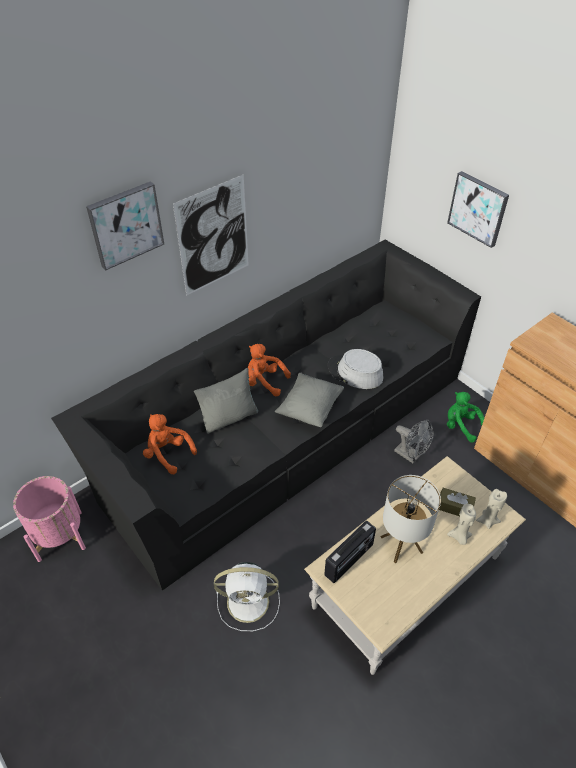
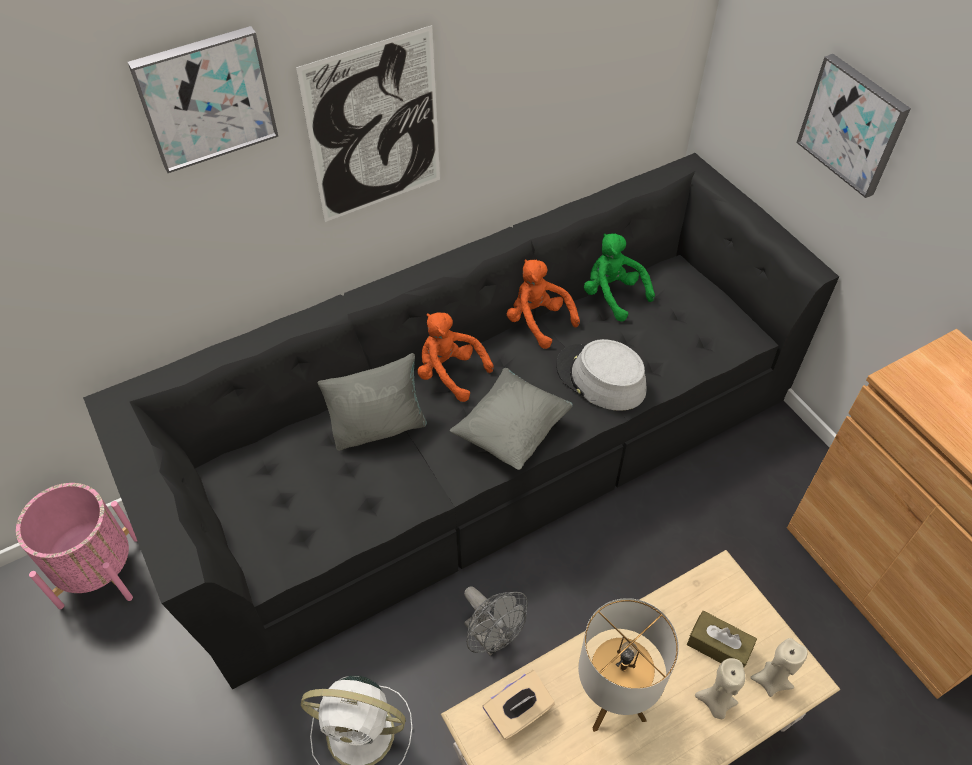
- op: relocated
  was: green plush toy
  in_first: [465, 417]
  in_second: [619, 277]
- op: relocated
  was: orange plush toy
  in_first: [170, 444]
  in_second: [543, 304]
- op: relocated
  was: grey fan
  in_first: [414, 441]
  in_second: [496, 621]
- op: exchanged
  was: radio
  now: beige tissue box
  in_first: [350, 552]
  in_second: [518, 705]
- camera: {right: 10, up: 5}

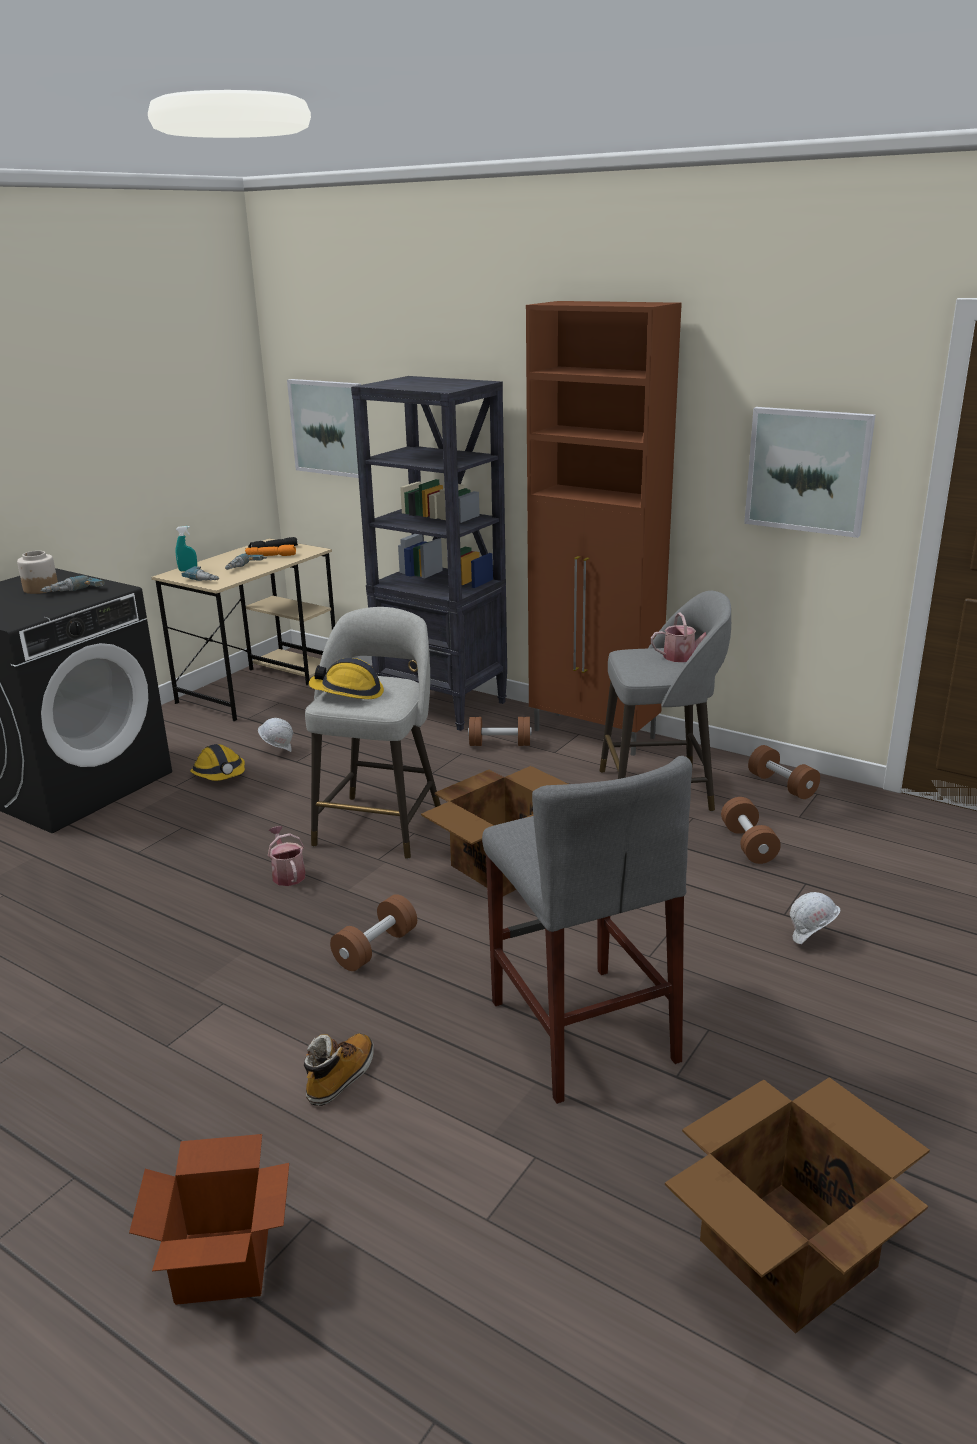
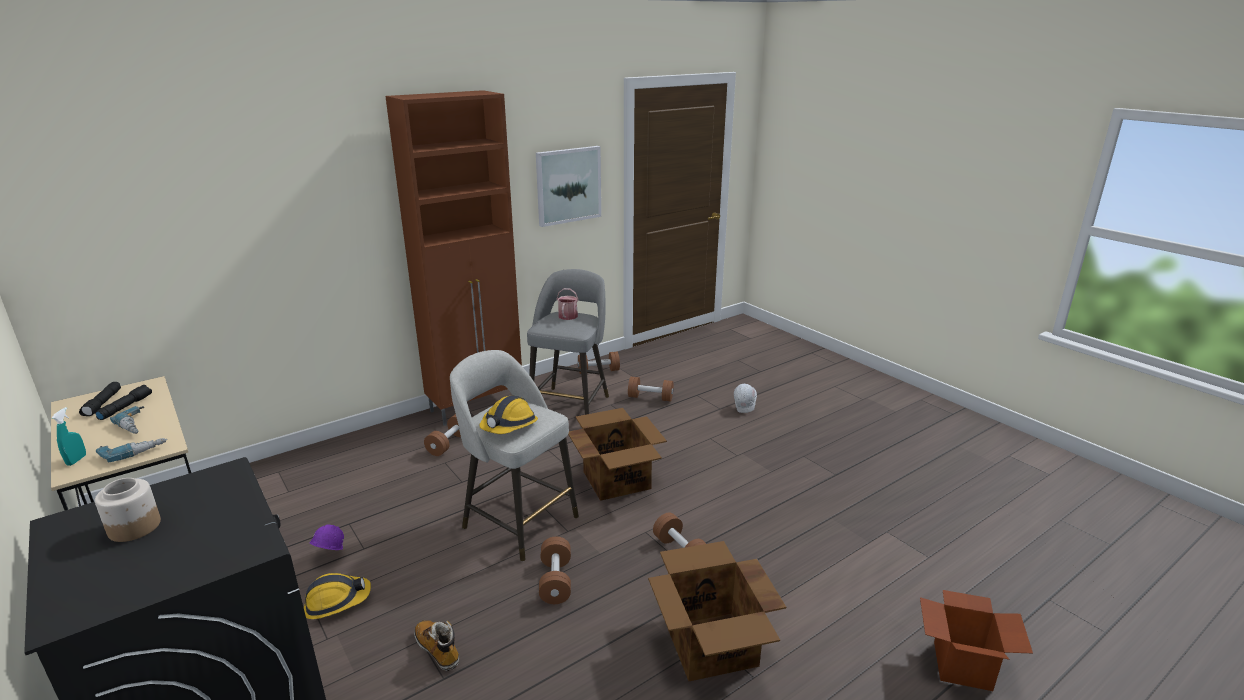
- op: missing
  was: black bookcase
  in_first: [429, 553]
- op: missing
  was: picture
  in_first: [324, 428]
- op: colour
  was: orange flashlight
  now: black flashlight
  in_first: [270, 550]
  in_second: [123, 402]
- op: missing
  was: power drill
  in_first: [72, 583]
- op: colour
  was: white hard hat
  now: purple hard hat
  in_first: [275, 735]
  in_second: [326, 537]
- op: missing
  was: grey stool
  in_first: [587, 930]
- op: exchanged
  was: watering can
  now: brown dumbbell
  in_first: [286, 856]
  in_second: [555, 570]
- op: relocated
  was: boot
  in_first: [339, 1069]
  in_second: [436, 645]
- op: relocated
  was: cardboard box
  in_first: [797, 1205]
  in_second: [717, 611]
- camera: {right: -70, up: 0}

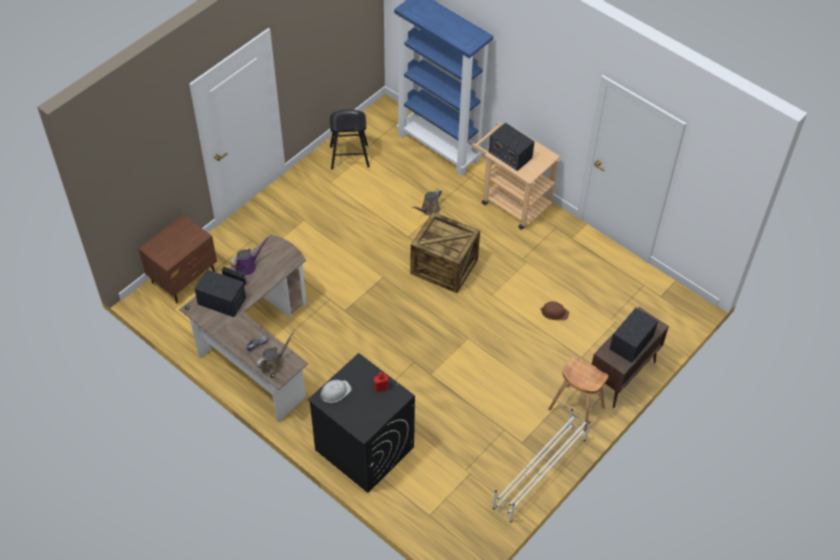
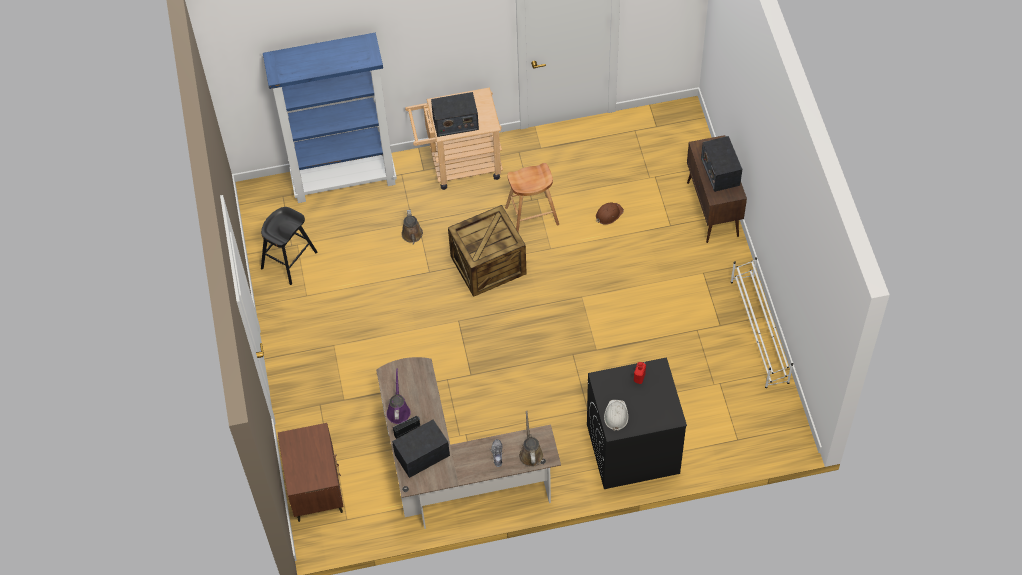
- op: relocated
  was: brown stool
  in_first: [578, 393]
  in_second: [532, 198]
- camera: {right: -50, up: 5}

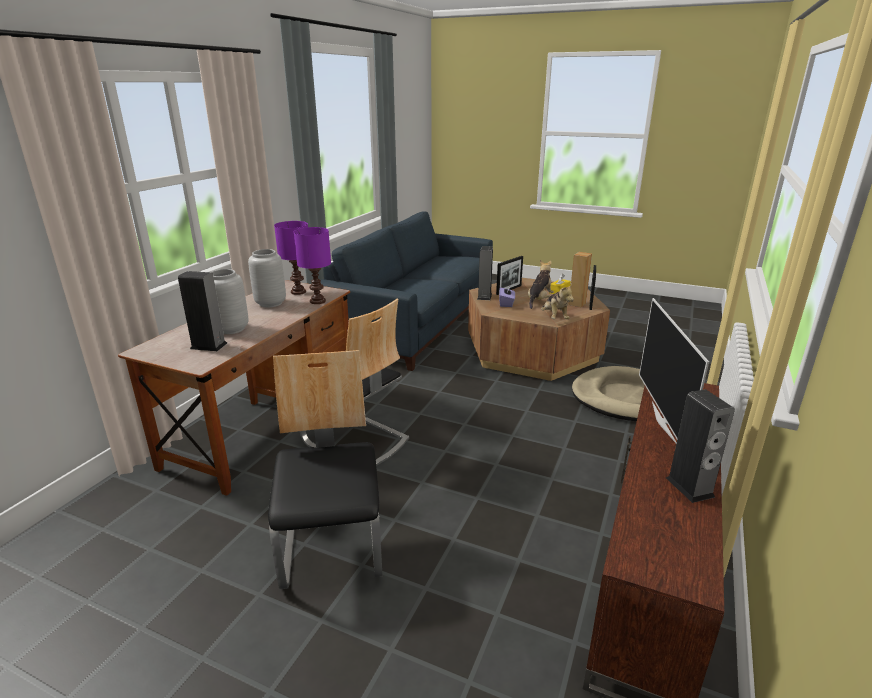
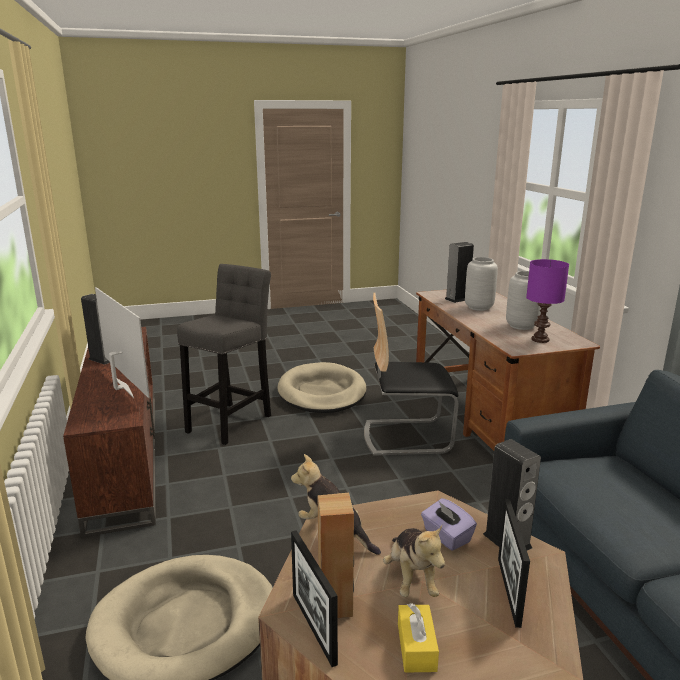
- op: missing
  was: purple table lamp
  in_first: [312, 265]
- op: exchanged
  was: chair
  now: beige dog bed
  in_first: [325, 469]
  in_second: [321, 387]
- op: appeared
  now: grey stool
  in_second: [224, 354]
- camera: {right: 140, up: -5}

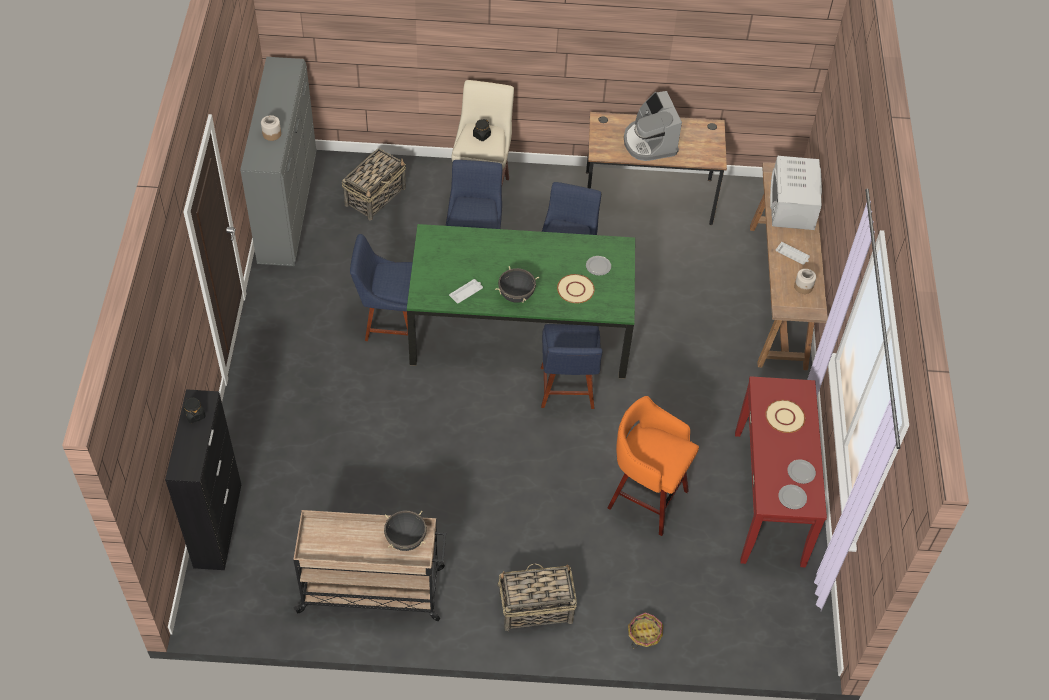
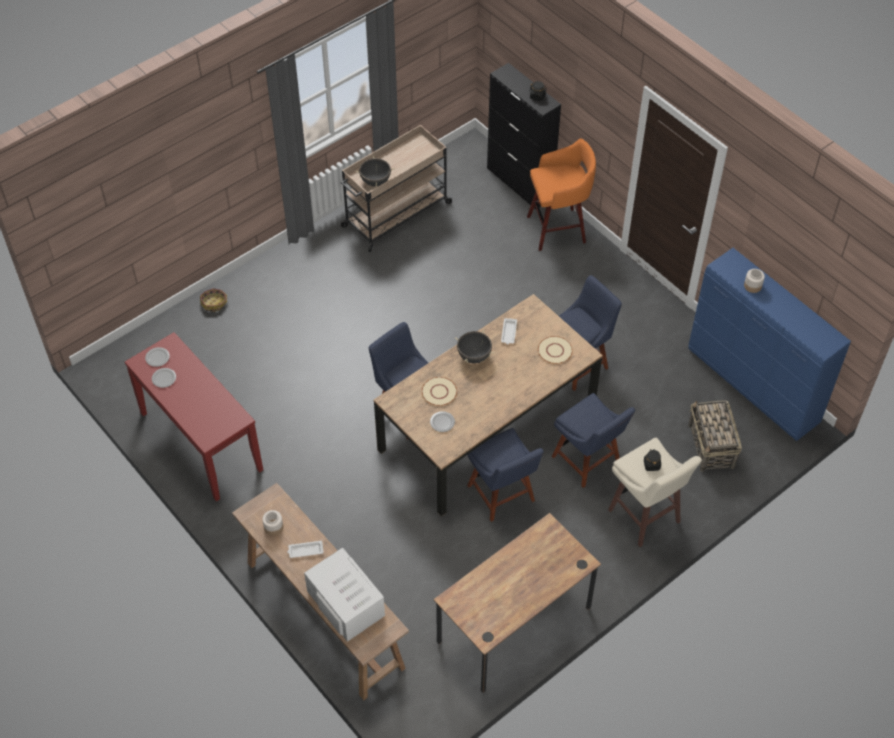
- op: colour
  was: grey dresser
  now: blue dresser
  in_first: [278, 161]
  in_second: [769, 344]
- op: missing
  was: coffee machine
  in_first: [653, 126]
- op: colour
  was: green dining table
  now: brown dining table
  in_first: [521, 301]
  in_second: [488, 405]
- op: relocated
  was: orange stool
  in_first: [653, 466]
  in_second: [561, 195]
- op: relocated
  was: beige plate
  in_first: [785, 416]
  in_second: [555, 350]
- op: missing
  was: basket
  in_first: [537, 597]
- camera: {right: 140, up: 0}

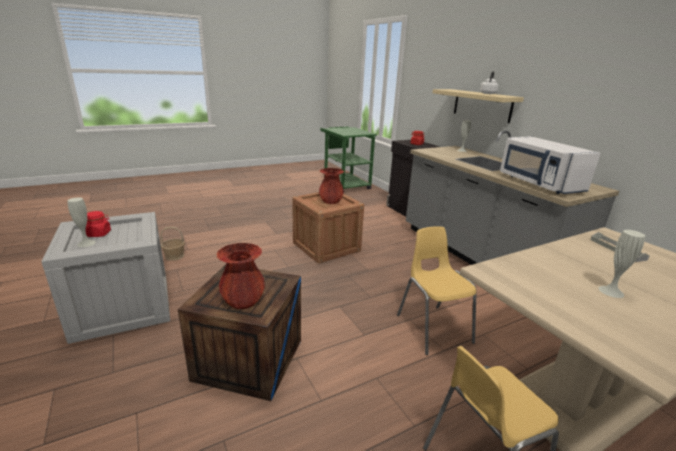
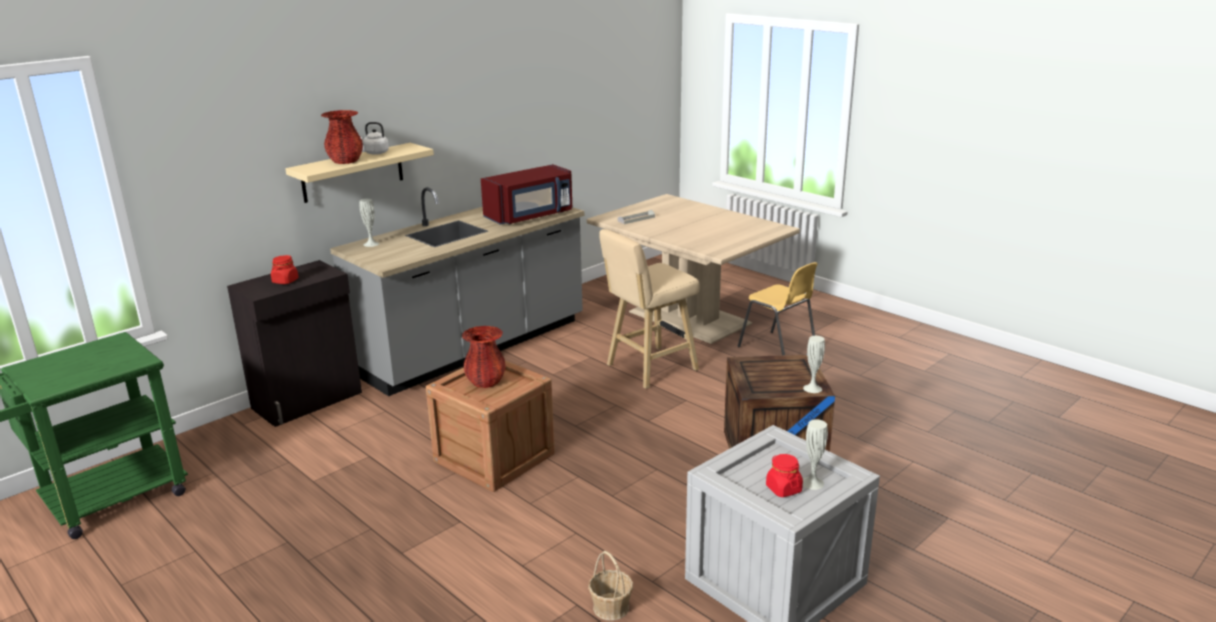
- op: colour
  was: white microwave
  now: red microwave
  in_first: [550, 165]
  in_second: [527, 194]
- op: exchanged
  was: yellow chair
  now: beige stool
  in_first: [437, 290]
  in_second: [649, 309]
- op: relocated
  was: white vase
  in_first: [622, 264]
  in_second: [814, 364]
- op: relocated
  was: red vase
  in_first: [241, 276]
  in_second: [342, 137]
- camera: {right: -105, up: 0}

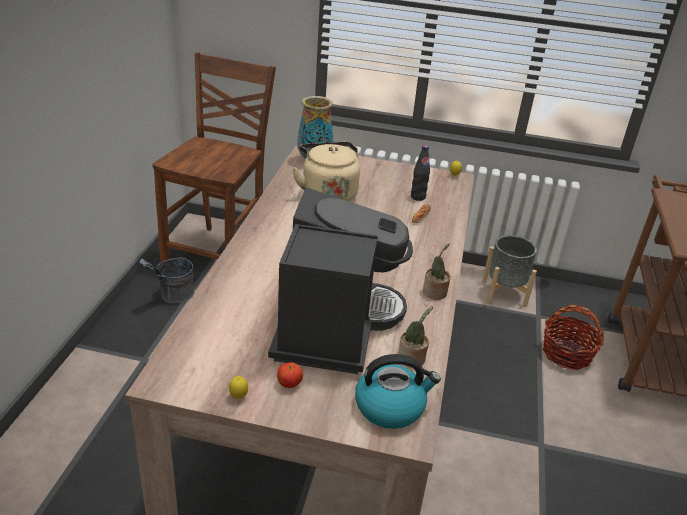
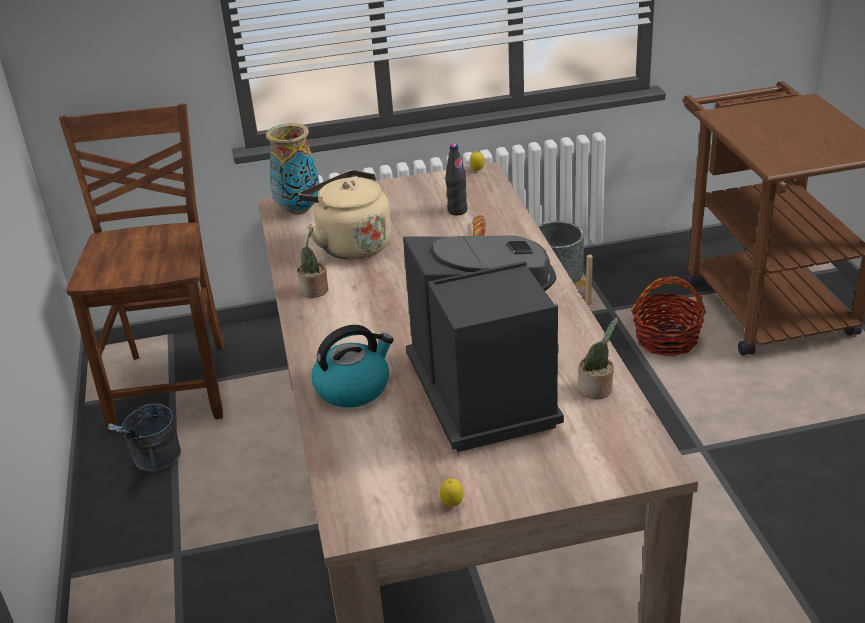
- op: relocated
  was: potted plant
  in_first: [437, 271]
  in_second: [312, 262]
- op: relocated
  was: kettle
  in_first: [398, 391]
  in_second: [353, 366]
- op: missing
  was: apple
  in_first: [290, 375]
- camera: {right: -20, up: 0}

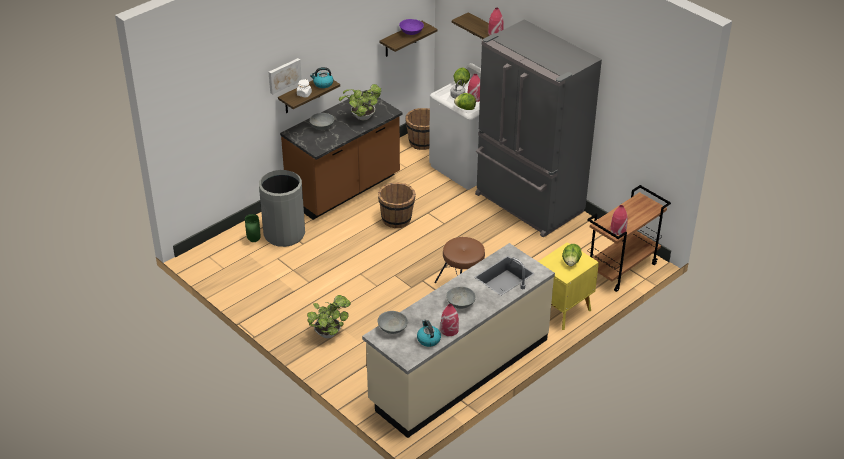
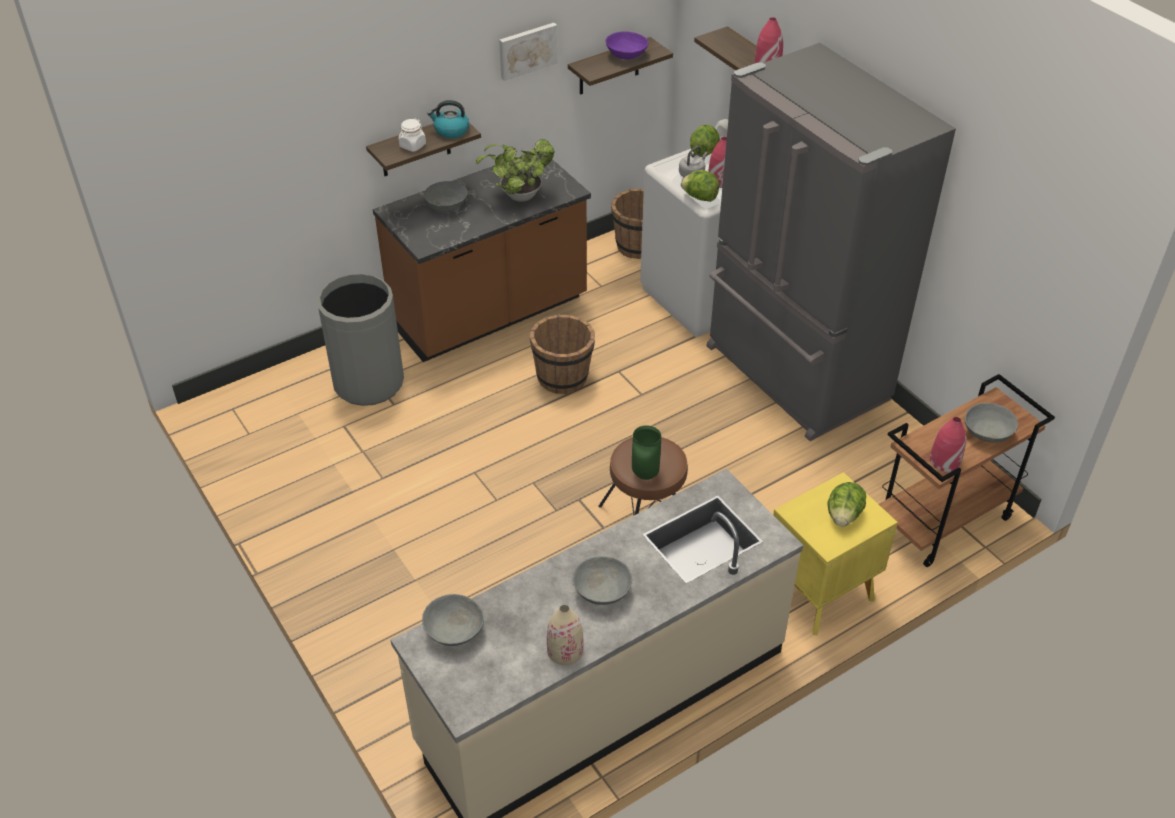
- op: relocated
  was: picture
  in_first: [285, 76]
  in_second: [528, 52]
- op: relocated
  was: green vase
  in_first: [253, 228]
  in_second: [646, 452]
- op: missing
  was: potted plant
  in_first: [329, 316]
- op: colour
  was: red vase
  now: beige vase
  in_first: [450, 320]
  in_second: [565, 635]
- op: missing
  was: kettle
  in_first: [429, 333]
- op: appeared
  now: grey bowl
  in_second: [991, 423]
- camera: {right: 10, up: 5}

